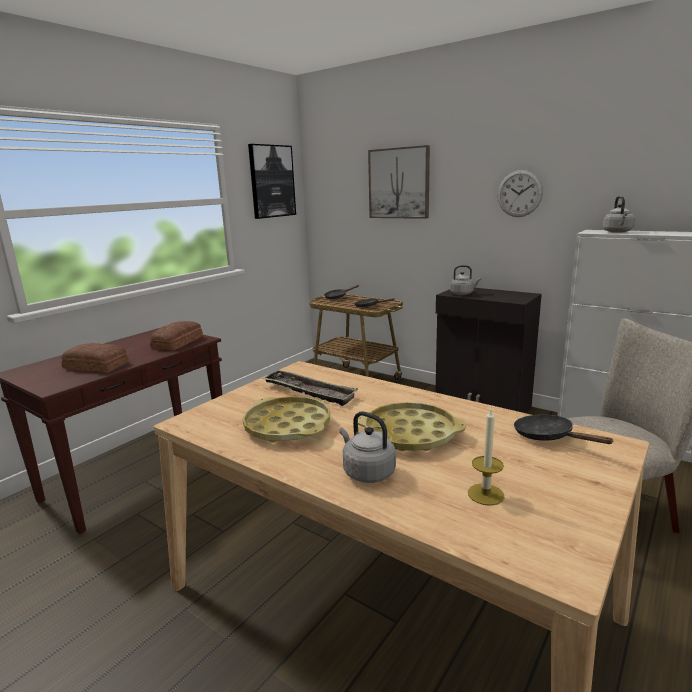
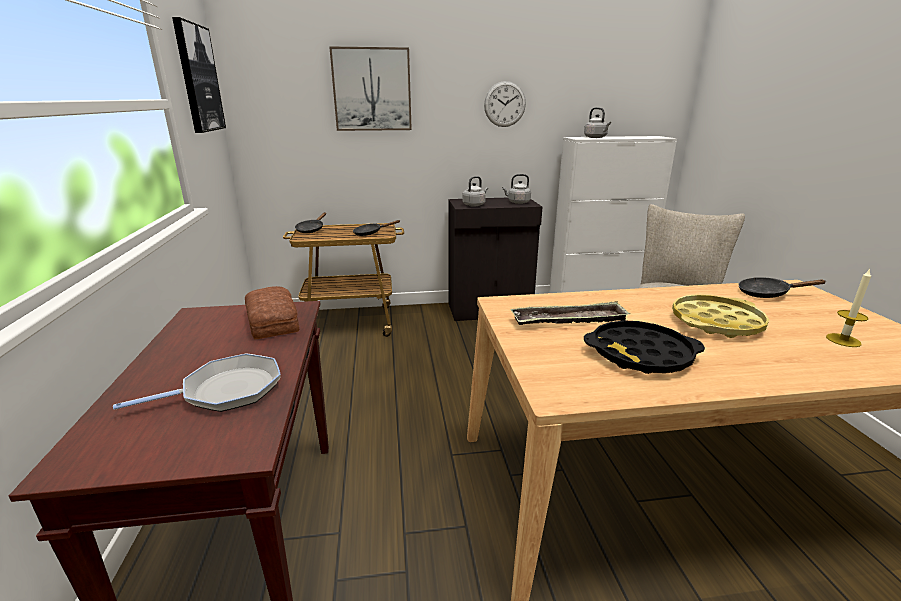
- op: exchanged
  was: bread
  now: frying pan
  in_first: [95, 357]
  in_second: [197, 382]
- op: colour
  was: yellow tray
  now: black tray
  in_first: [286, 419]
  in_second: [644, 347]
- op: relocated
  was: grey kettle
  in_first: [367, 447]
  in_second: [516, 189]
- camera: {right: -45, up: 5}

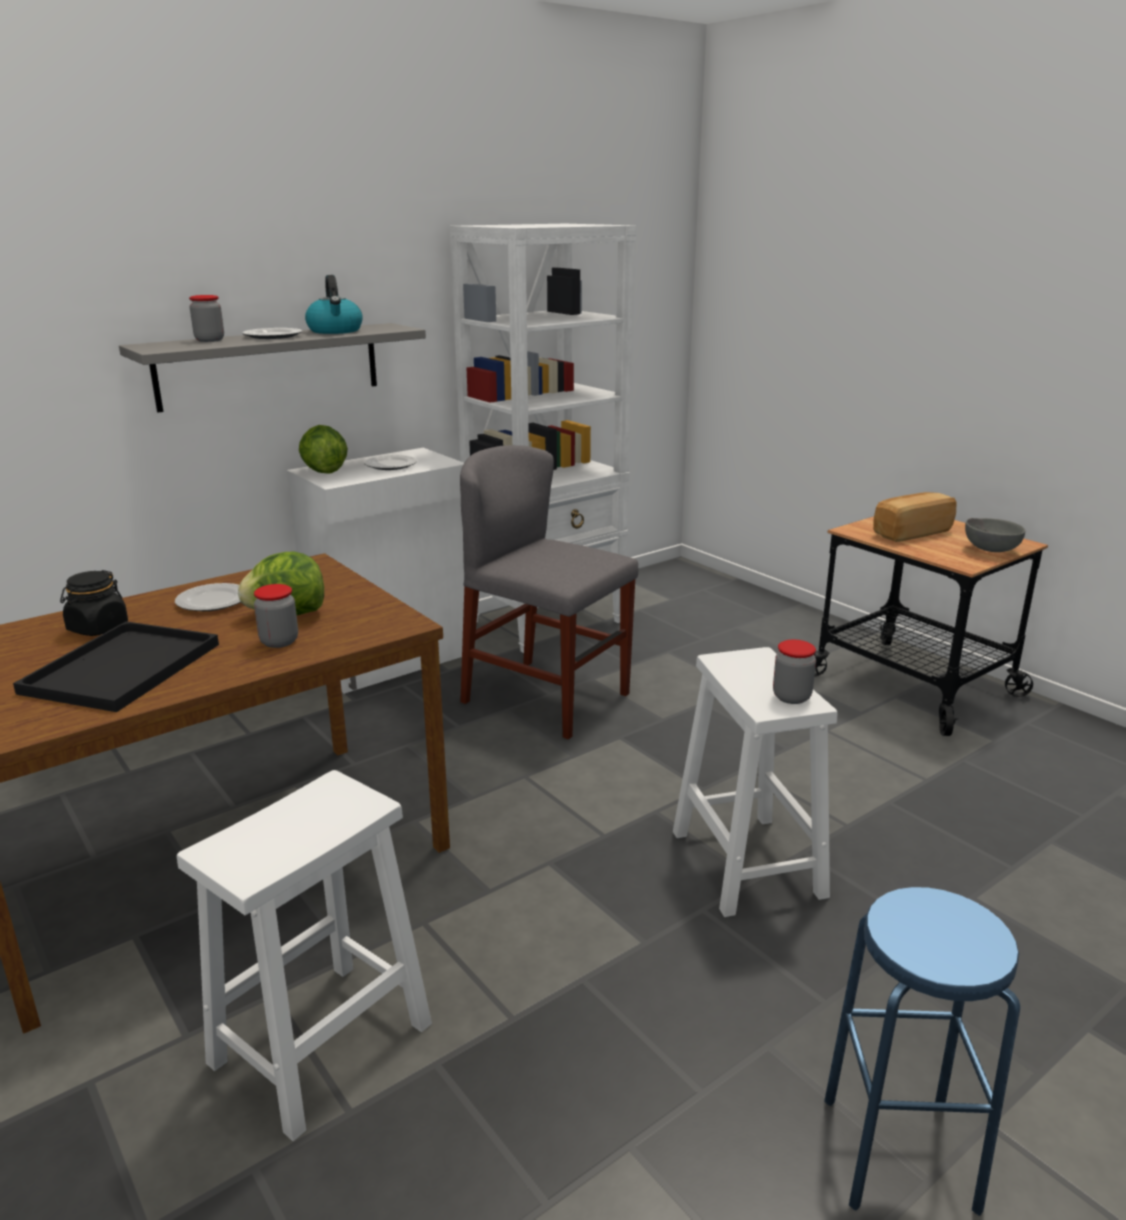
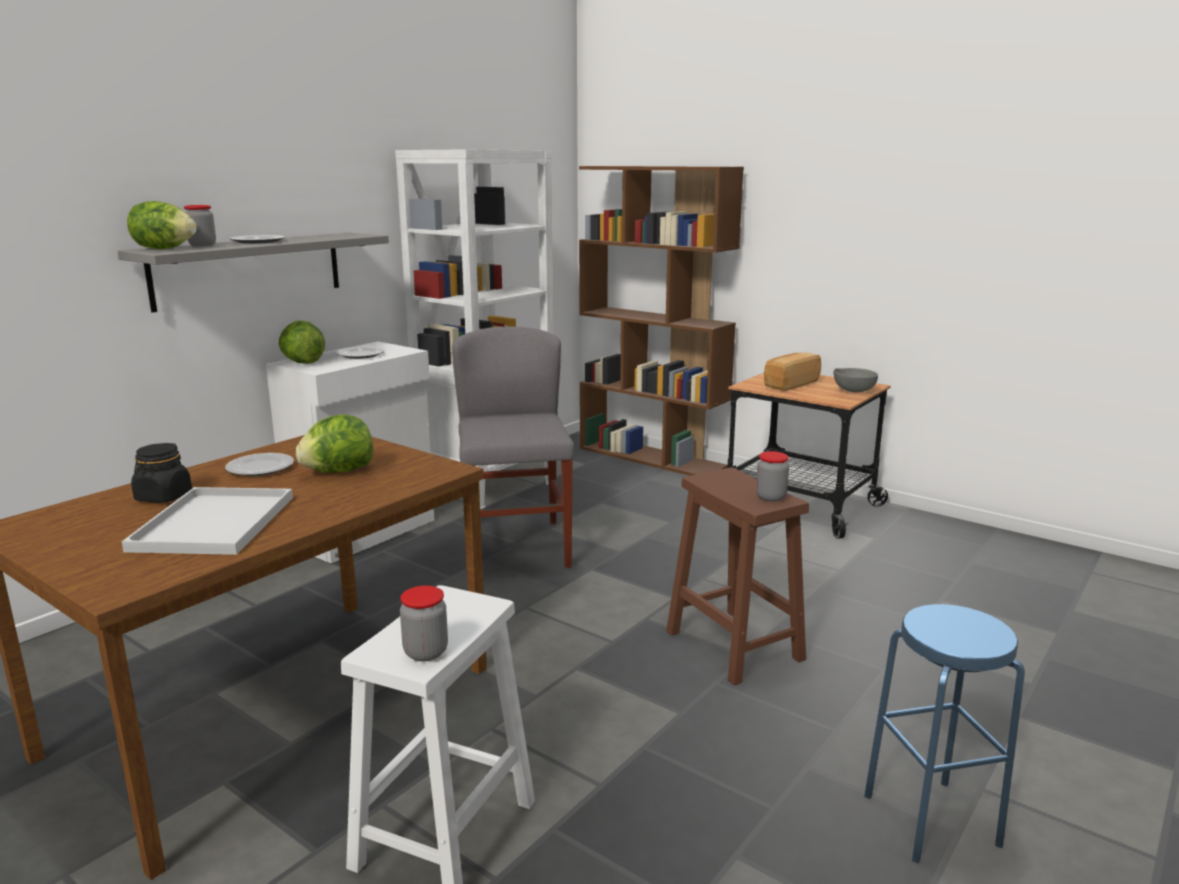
- op: missing
  was: kettle
  in_first: [334, 304]
- op: spun
  was: grey chair
  in_first: [549, 592]
  in_second: [513, 447]
  clockwise: 60
- op: relocated
  was: jar
  in_first: [276, 616]
  in_second: [424, 623]
- op: colour
  was: black tray
  now: white tray
  in_first: [116, 666]
  in_second: [207, 521]
- op: colour
  was: white stool
  now: brown stool
  in_first: [755, 782]
  in_second: [737, 576]
- op: appeared
  now: brown bookcase
  in_second: [661, 321]
- op: appeared
  now: lettuce
  in_second: [162, 225]
- camera: {right: -15, up: -5}

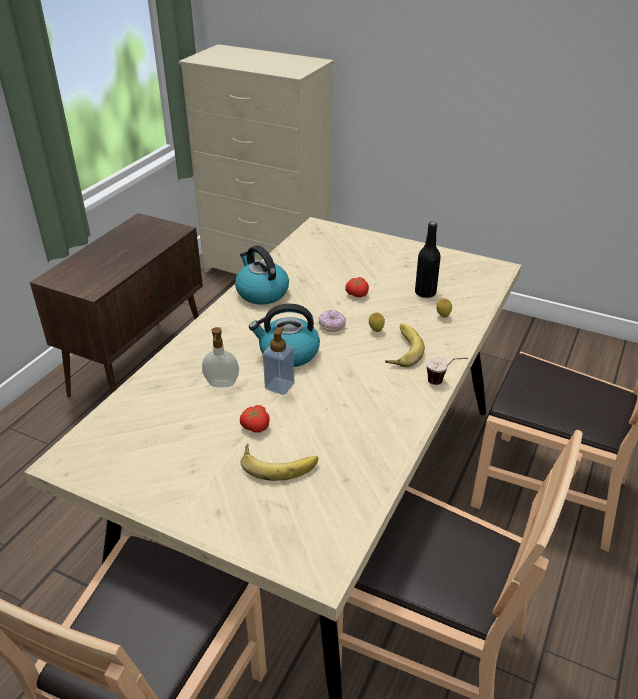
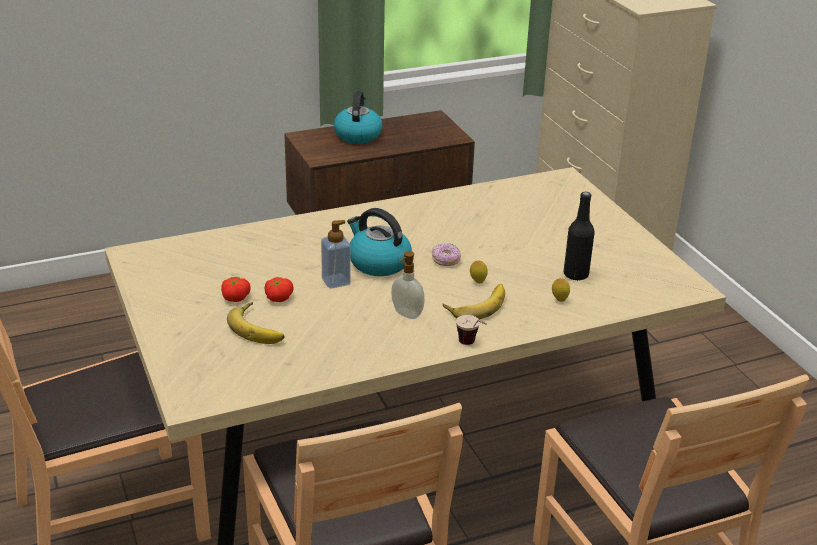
- op: relocated
  was: kettle
  in_first: [262, 274]
  in_second: [358, 117]
- op: relocated
  was: tomato
  in_first: [357, 287]
  in_second: [236, 289]
- op: relocated
  was: soap dispenser
  in_first: [220, 357]
  in_second: [408, 285]
- camera: {right: 40, up: -5}

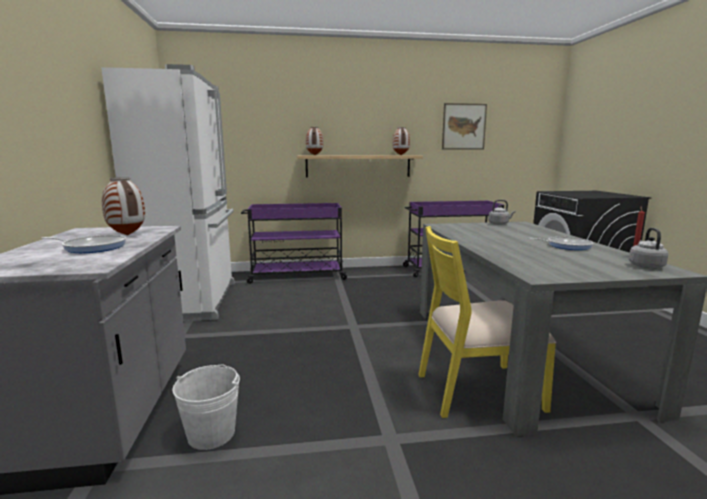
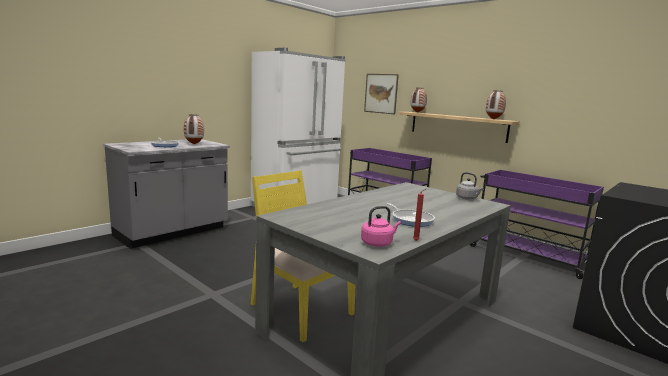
- op: relocated
  was: picture
  in_first: [464, 126]
  in_second: [381, 94]
- op: colour
  was: grey kettle
  now: pink kettle
  in_first: [648, 248]
  in_second: [381, 226]
- op: missing
  was: white bucket
  in_first: [206, 407]
- camera: {right: 50, up: 0}

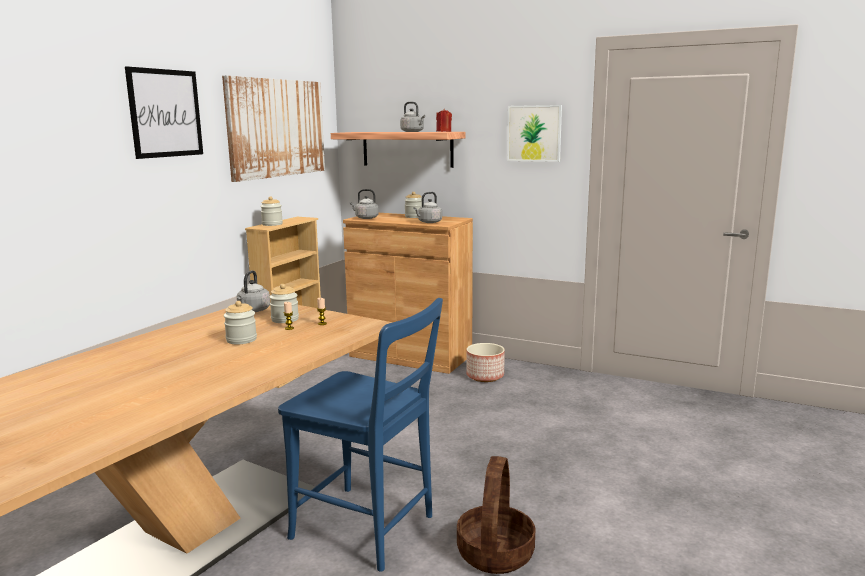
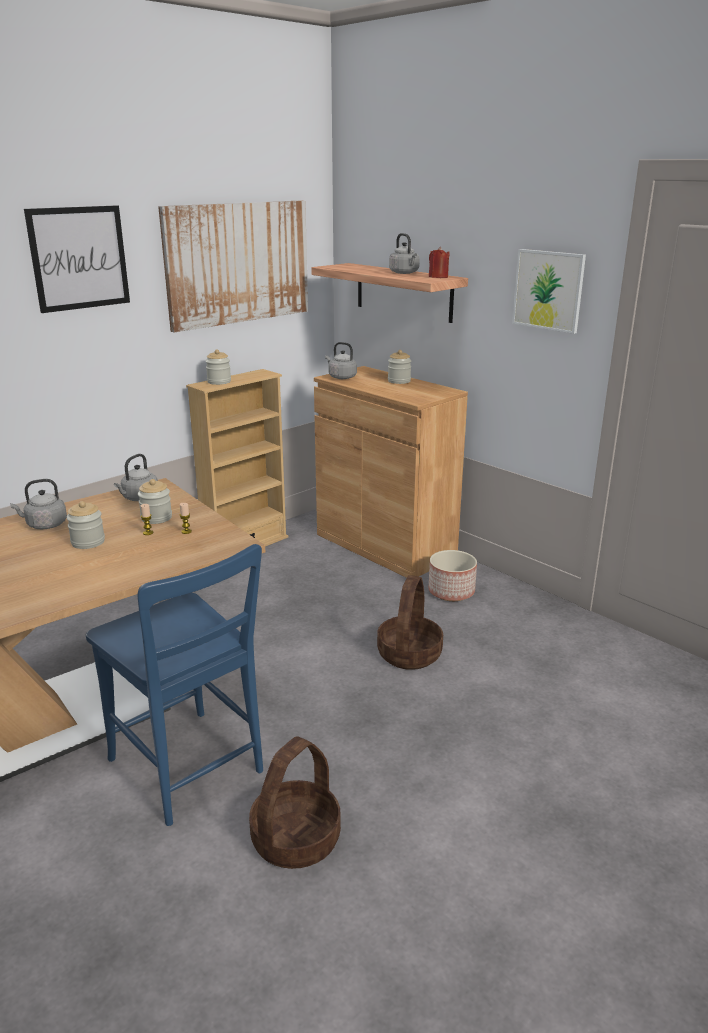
- op: relocated
  was: grey kettle
  in_first: [427, 207]
  in_second: [38, 504]
- op: appeared
  now: basket
  in_second: [410, 622]
- camera: {right: 20, up: 10}

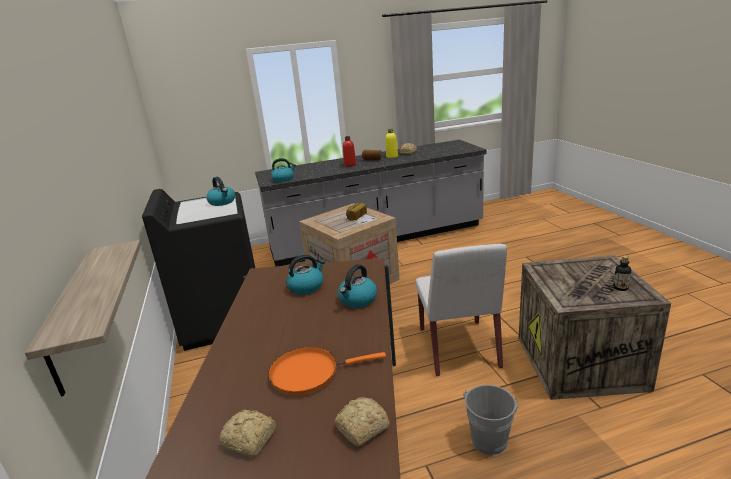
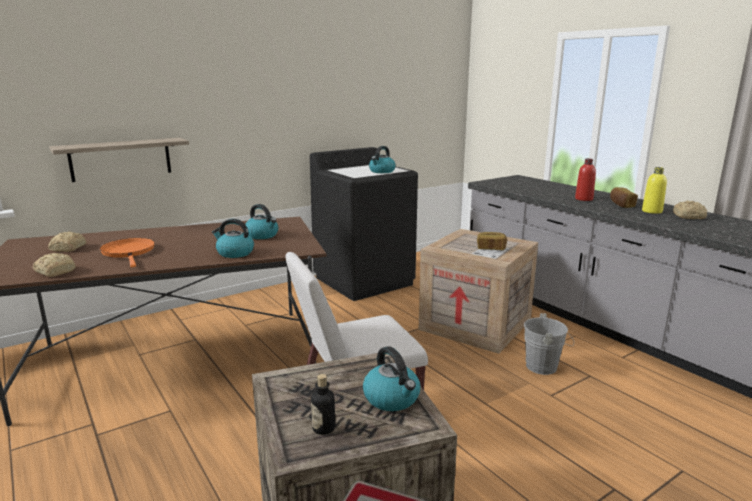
- op: relocated
  was: kettle
  in_first: [283, 170]
  in_second: [391, 378]
- op: relocated
  was: grey bucket
  in_first: [490, 420]
  in_second: [549, 344]
- camera: {right: 70, up: -5}

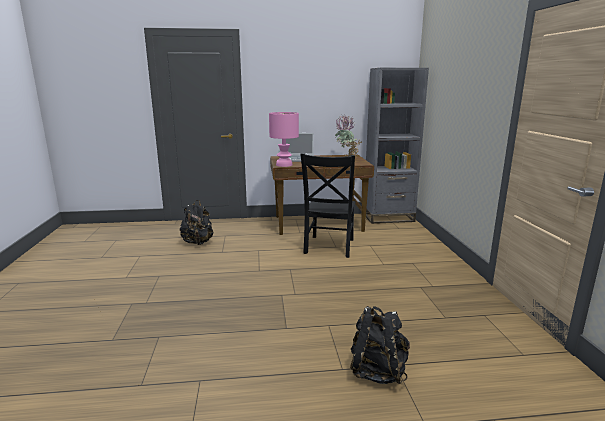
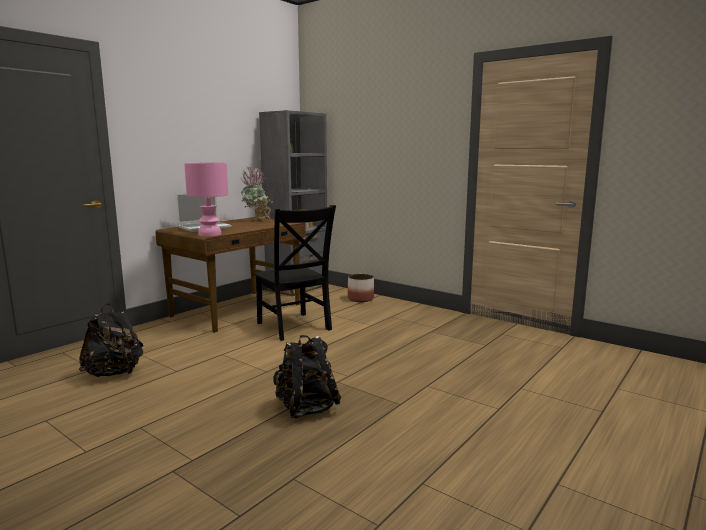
- op: relocated
  was: black backpack
  in_first: [380, 345]
  in_second: [307, 376]
- op: appeared
  now: planter
  in_second: [361, 288]
- camera: {right: -45, up: -5}

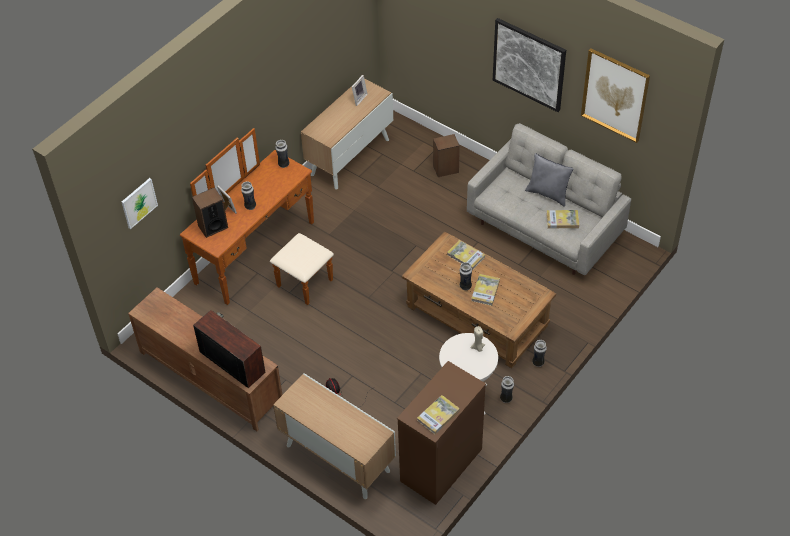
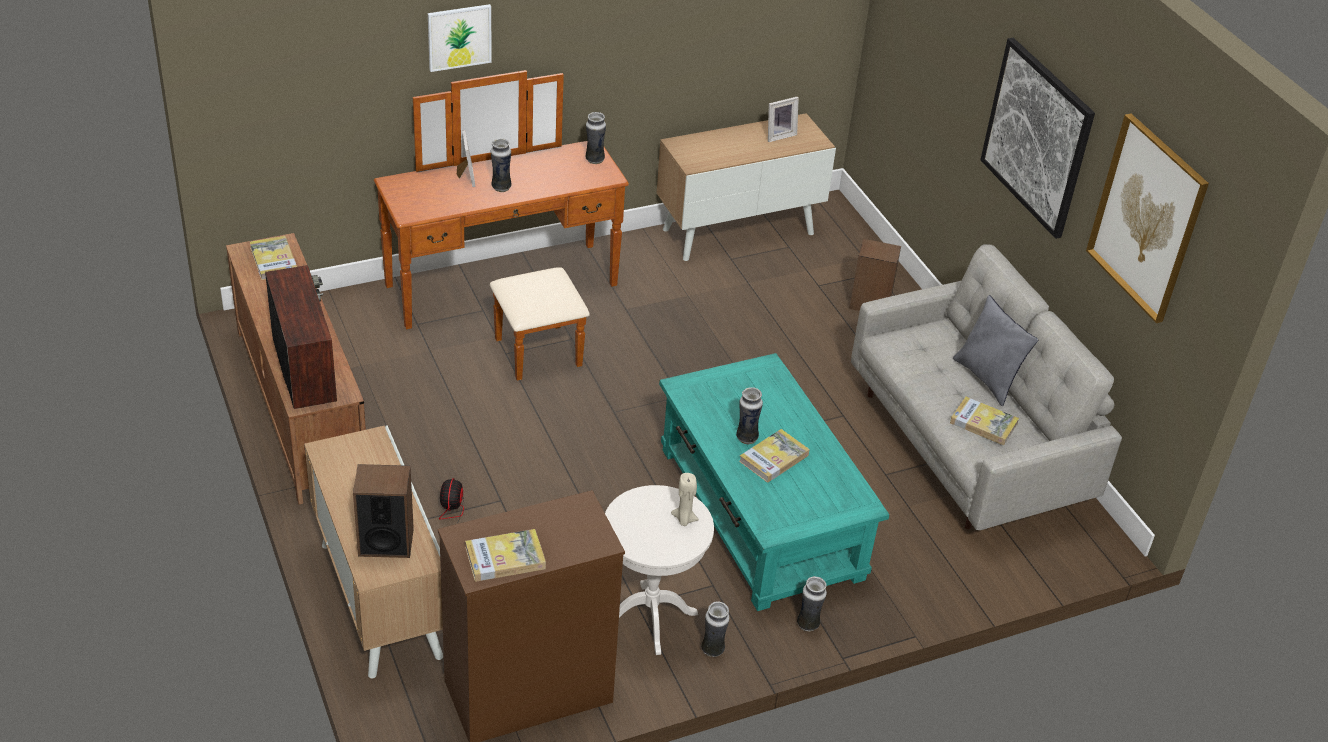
- op: relocated
  was: picture
  in_first: [140, 203]
  in_second: [460, 38]
- op: relocated
  was: speaker
  in_first: [210, 212]
  in_second: [383, 511]
- op: colour
  was: brown coffee table
  now: turquoise coffee table
  in_first: [479, 299]
  in_second: [774, 482]
- op: relocated
  was: book
  in_first: [466, 255]
  in_second: [273, 258]
- camera: {right: 25, up: -10}

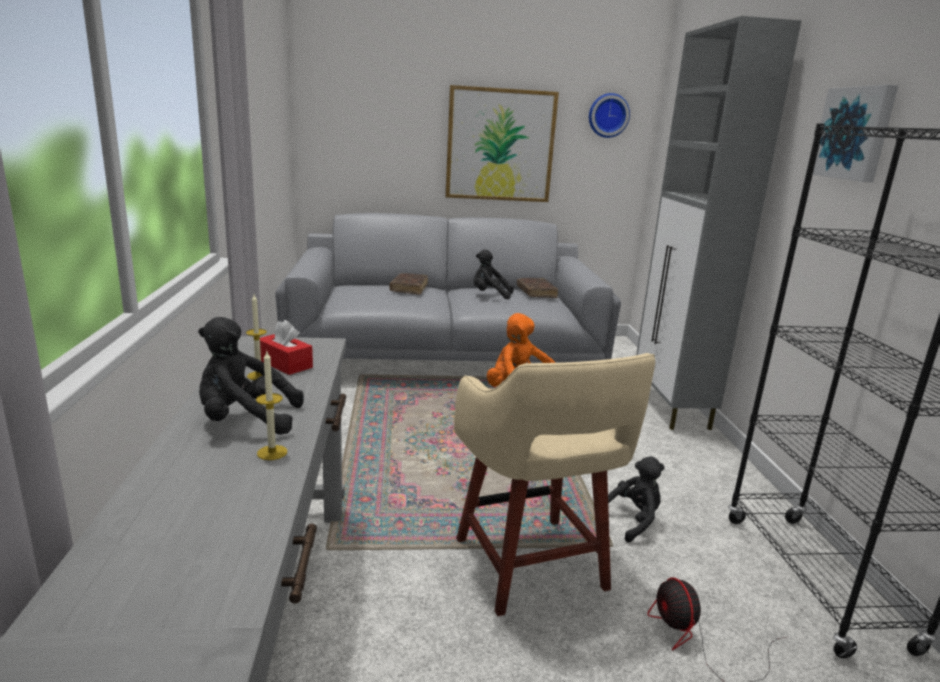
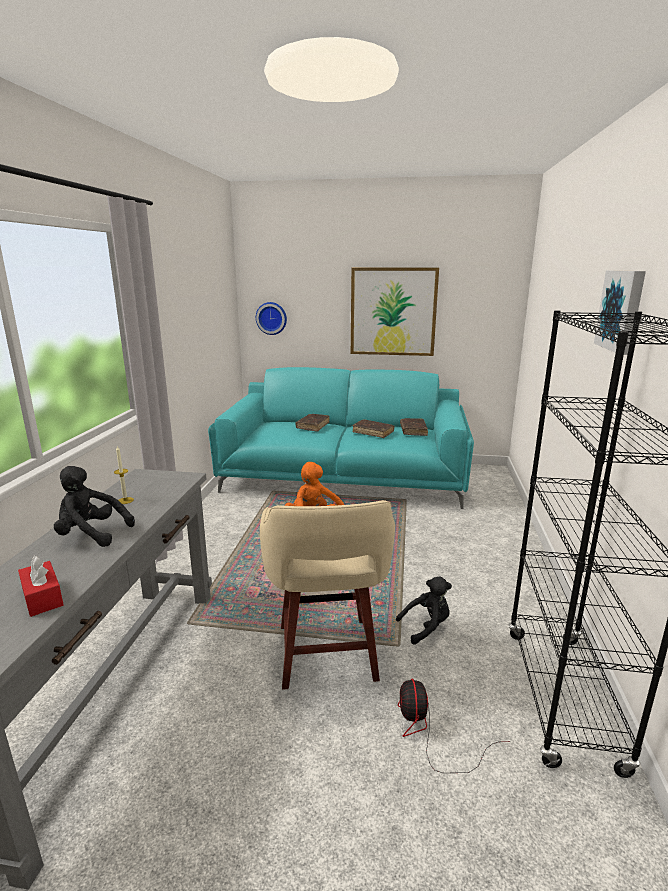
- op: missing
  was: grey cabinet
  in_first: [718, 223]
- op: relocated
  was: wall clock
  in_first: [609, 115]
  in_second: [271, 318]
- op: colour
  was: grey sofa
  now: turquoise sofa
  in_first: [448, 288]
  in_second: [341, 438]
- op: exchanged
  was: black plush toy
  now: brown book
  in_first: [494, 274]
  in_second: [373, 428]
- op: relocated
  was: red tissue box
  in_first: [286, 347]
  in_second: [41, 586]
- op: missing
  was: candle
  in_first: [271, 405]
- camera: {right: 15, up: 0}

